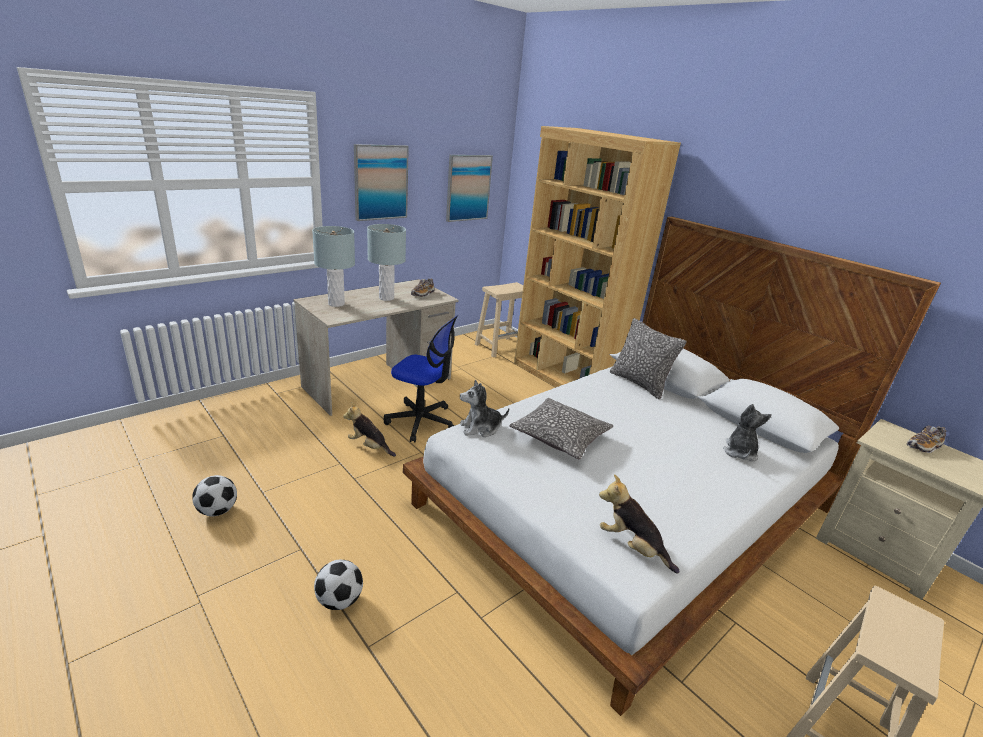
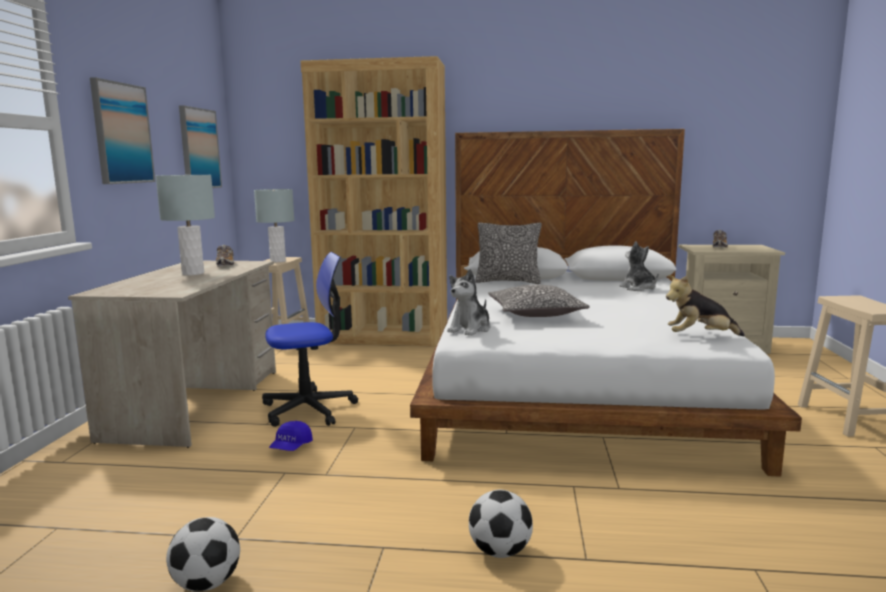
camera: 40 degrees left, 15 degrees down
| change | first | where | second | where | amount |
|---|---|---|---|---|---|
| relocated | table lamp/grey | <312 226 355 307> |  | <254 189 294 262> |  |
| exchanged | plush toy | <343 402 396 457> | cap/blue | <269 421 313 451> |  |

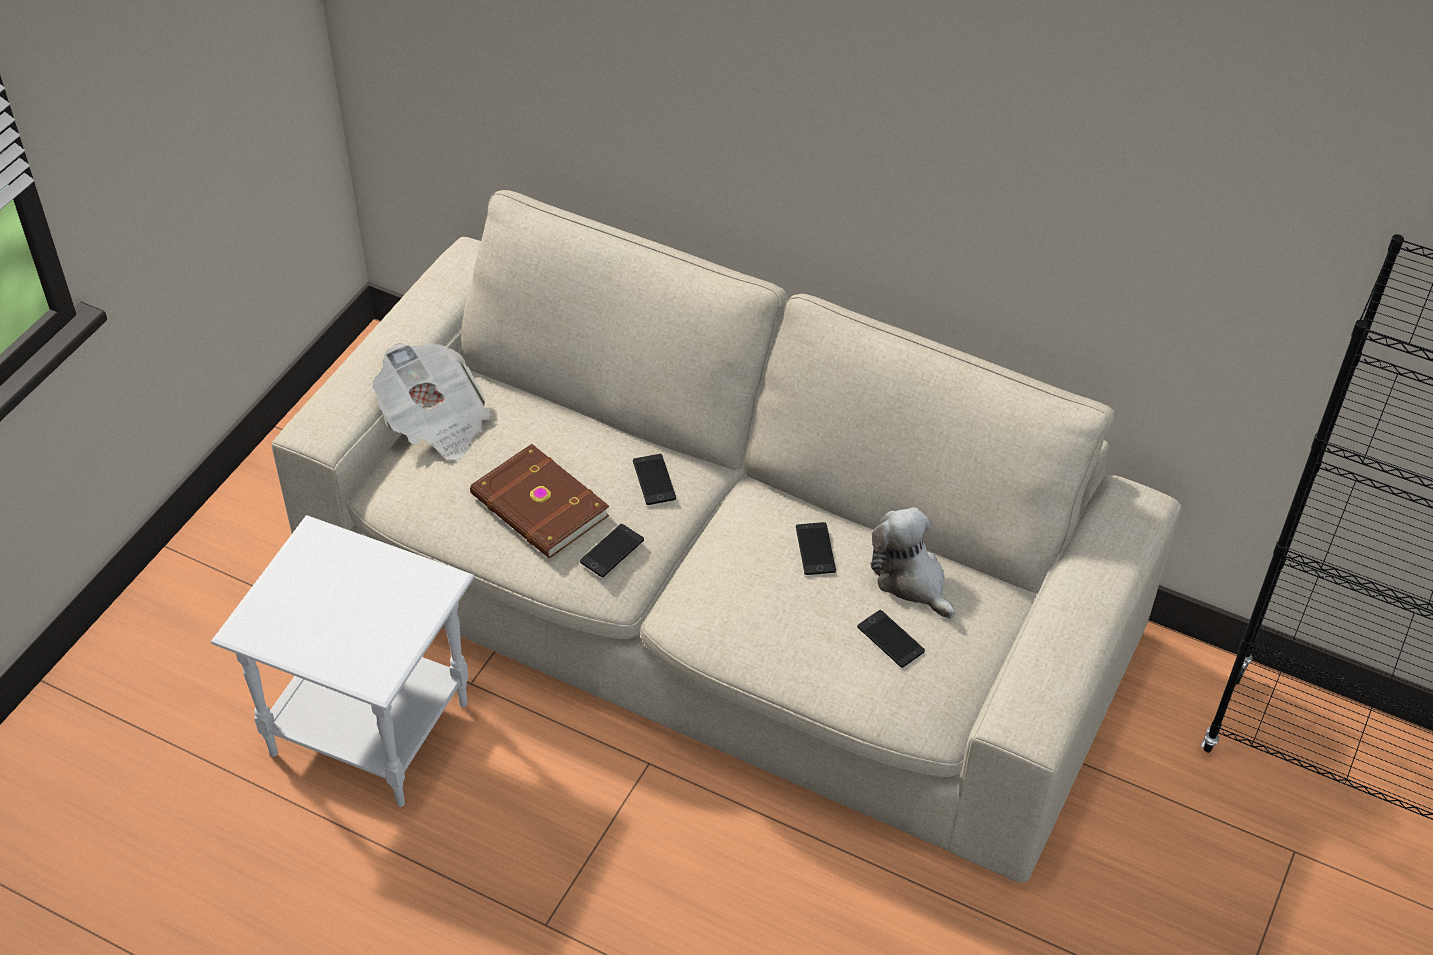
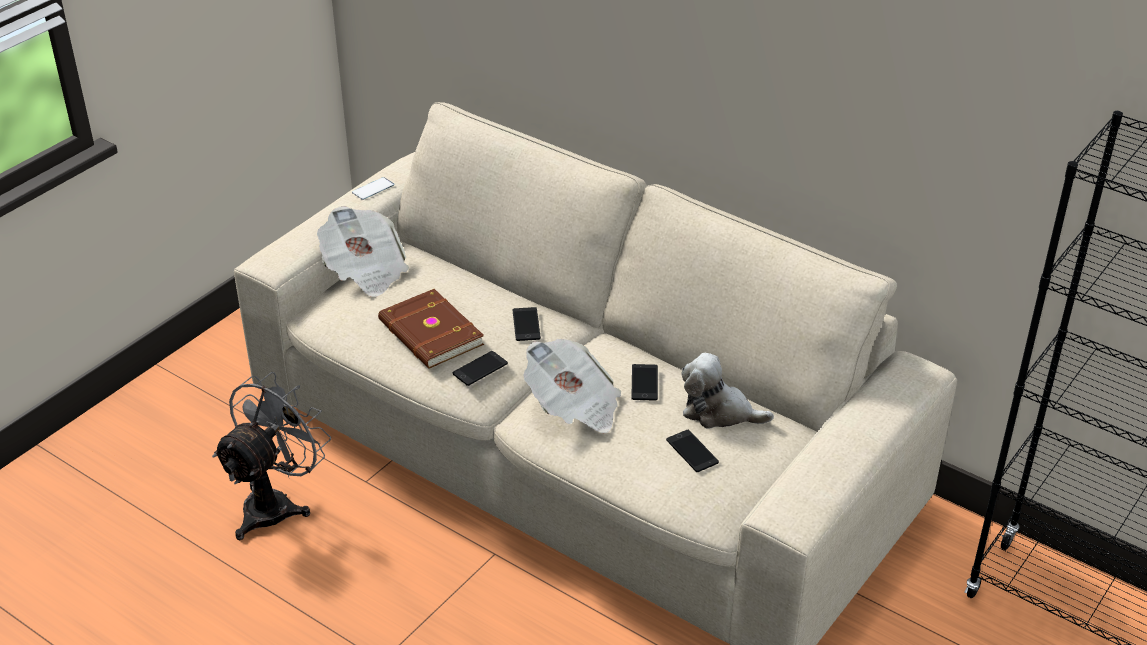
camera: 10 degrees right, 10 degrees down
| change | first | where | second | where | amount |
|---|---|---|---|---|---|
| exchanged | side table/white | <211 515 474 807> | fan/grey | <212 372 331 540> |  |
| spun | plush toy | <870 507 955 618> |  | <682 353 774 429> | 45 degrees counterclockwise |
| appeared |  |  | phone | <352 177 394 200> |  |
| appeared |  |  | newspaper | <523 339 621 433> |  |

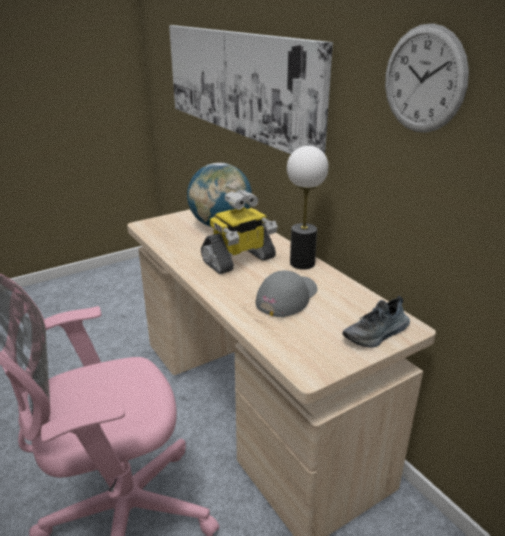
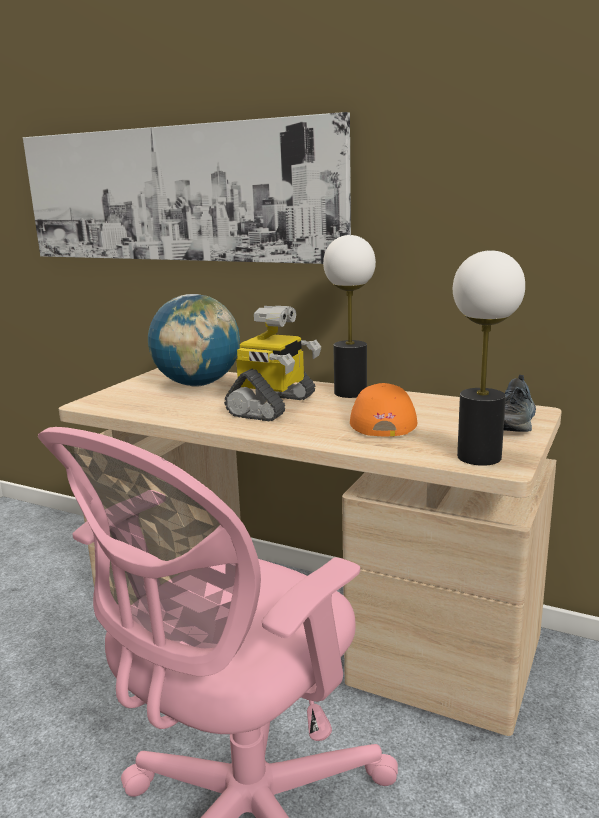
camera: 30 degrees left, 10 degrees down
| change | first | where | second | where | amount |
|---|---|---|---|---|---|
| colour | cap/grey | <256 270 317 317> | cap/orange | <350 383 417 437> |  |
| missing | wall clock | <385 23 469 133> |  |  |  |
| appeared |  |  | table lamp | <453 250 525 466> |  |

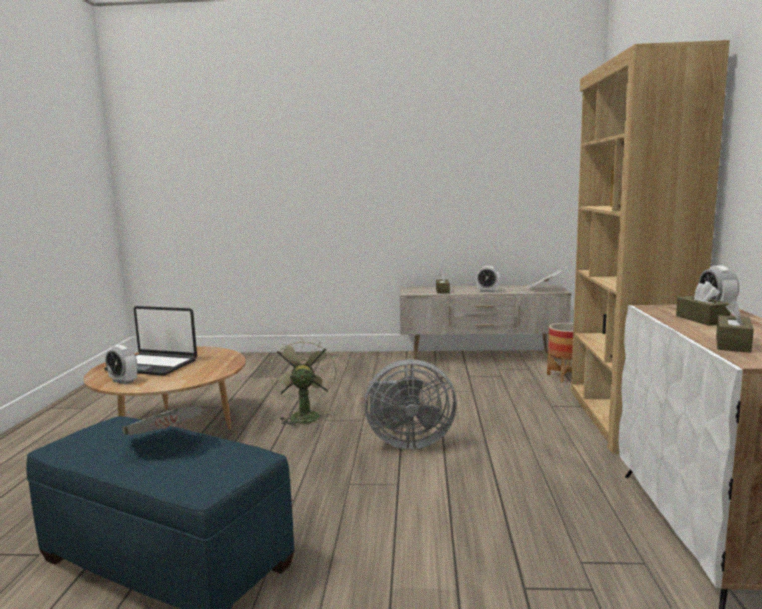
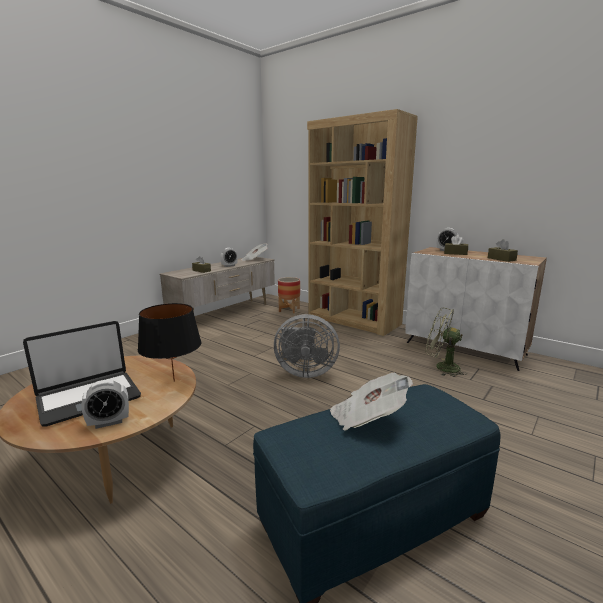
camera: 55 degrees left, 5 degrees up
| change | first | where | second | where | amount |
|---|---|---|---|---|---|
| relocated | fan/green | <269 337 336 428> |  | <426 307 467 377> |  |
| spun | fan/grey | <364 359 457 450> |  | <274 314 340 378> | 60 degrees clockwise |
| appeared |  |  | table lamp/black | <138 303 201 382> |  |

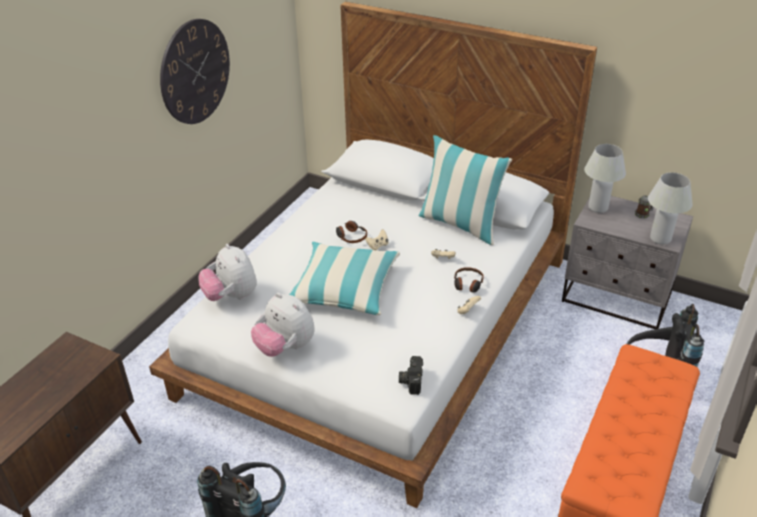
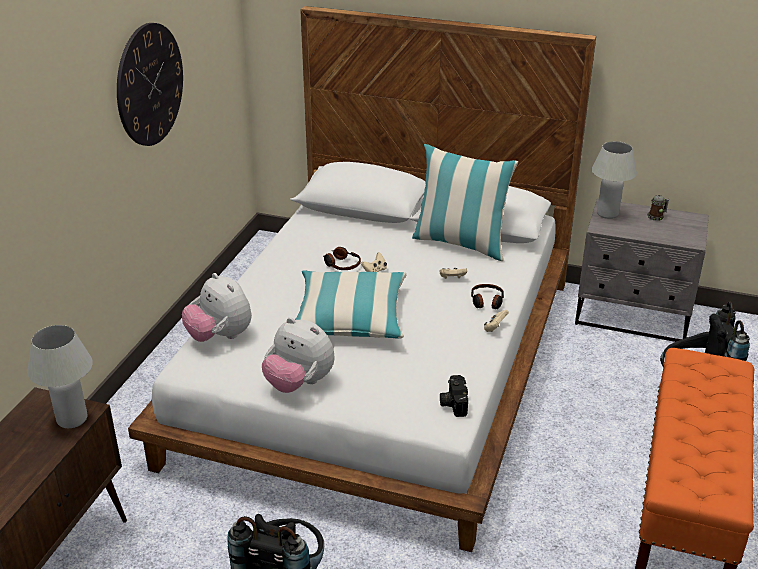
camera: 10 degrees left, 5 degrees down
| change | first | where | second | where | amount |
|---|---|---|---|---|---|
| relocated | table lamp/white | <648 172 693 245> |  | <27 325 93 428> |  |

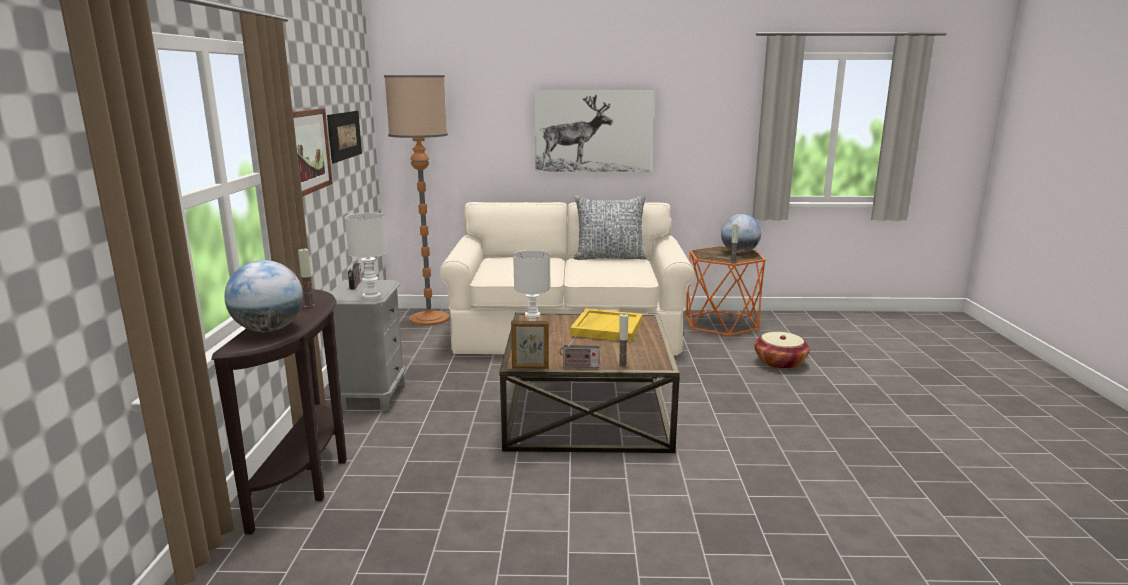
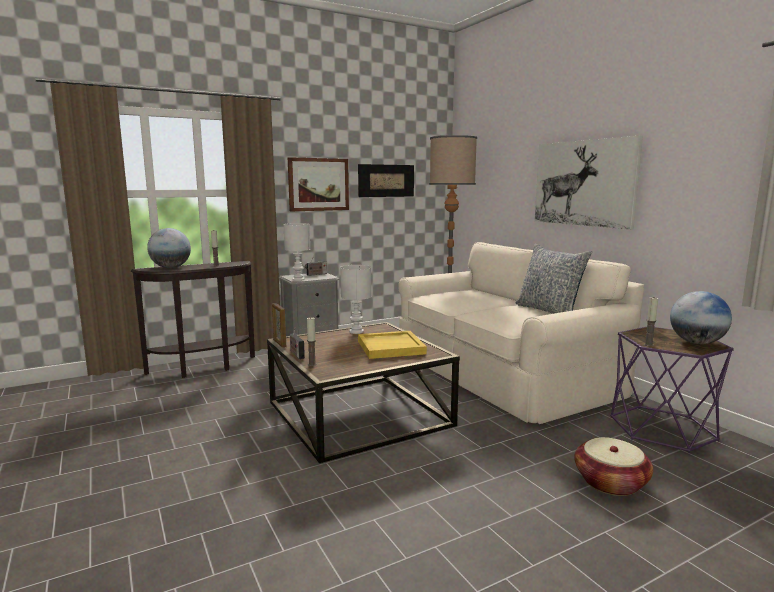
camera: 60 degrees right, 5 degrees down
| change | first | where | second | where | amount |
|---|---|---|---|---|---|
| colour | side table/orange | <686 246 766 337> | side table/purple | <610 327 734 453> |  |

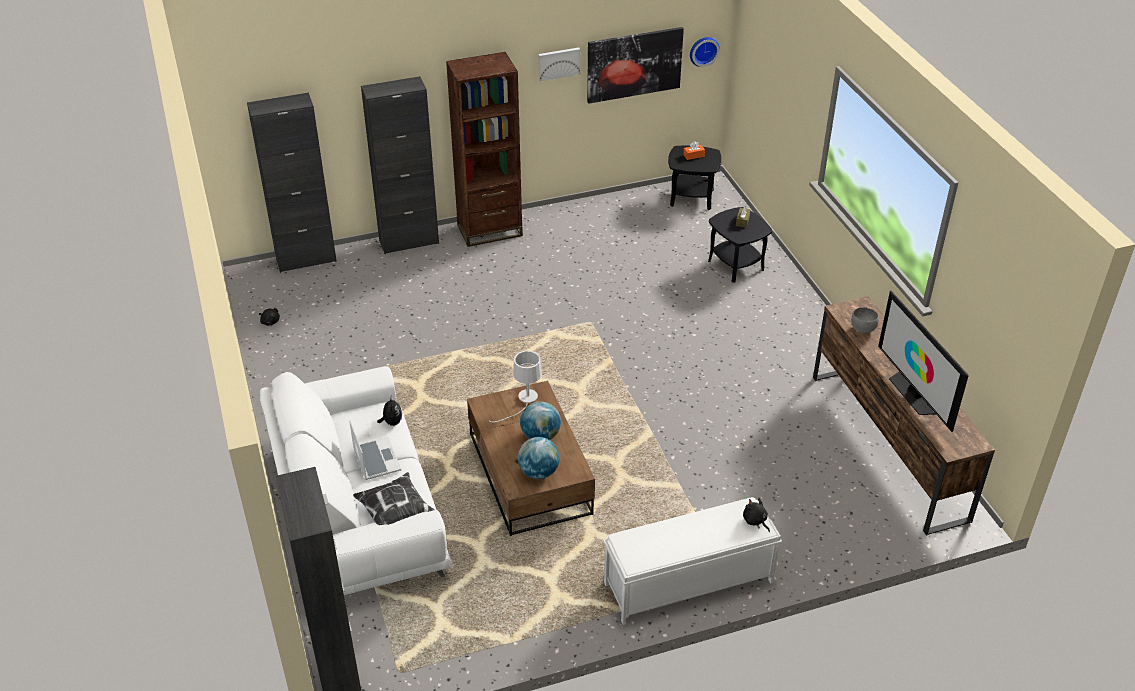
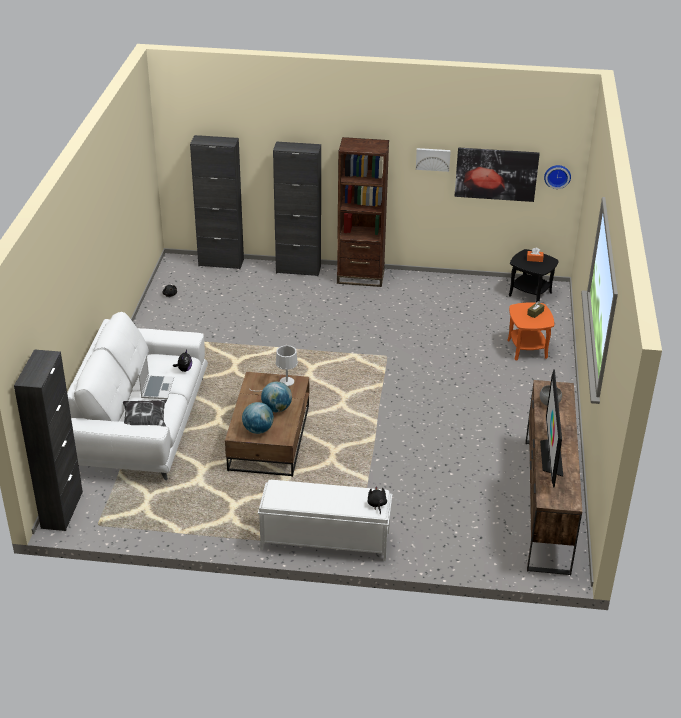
camera: 25 degrees right, 5 degrees down
| change | first | where | second | where | amount |
|---|---|---|---|---|---|
| colour | side table/black | <708 207 772 283> | side table/orange | <507 302 554 360> |  |

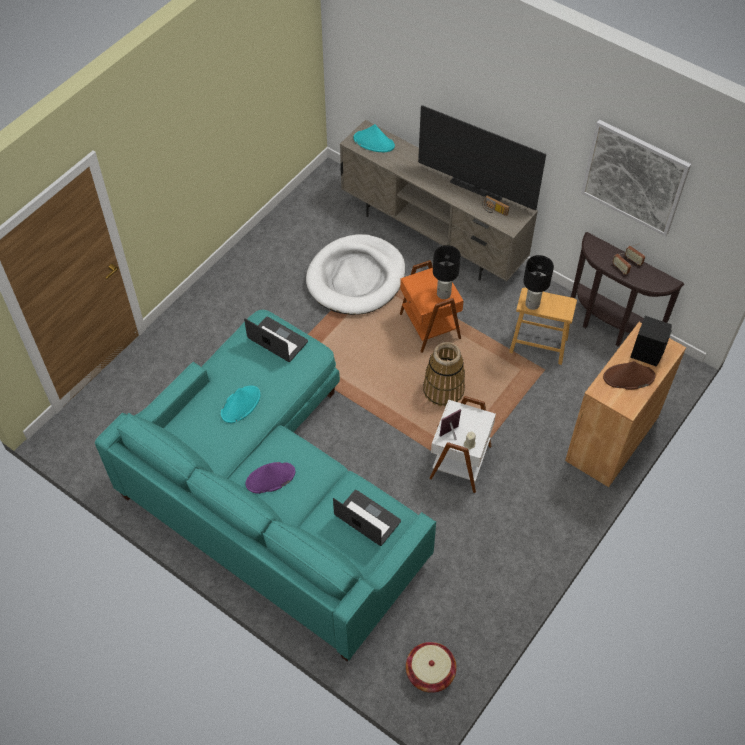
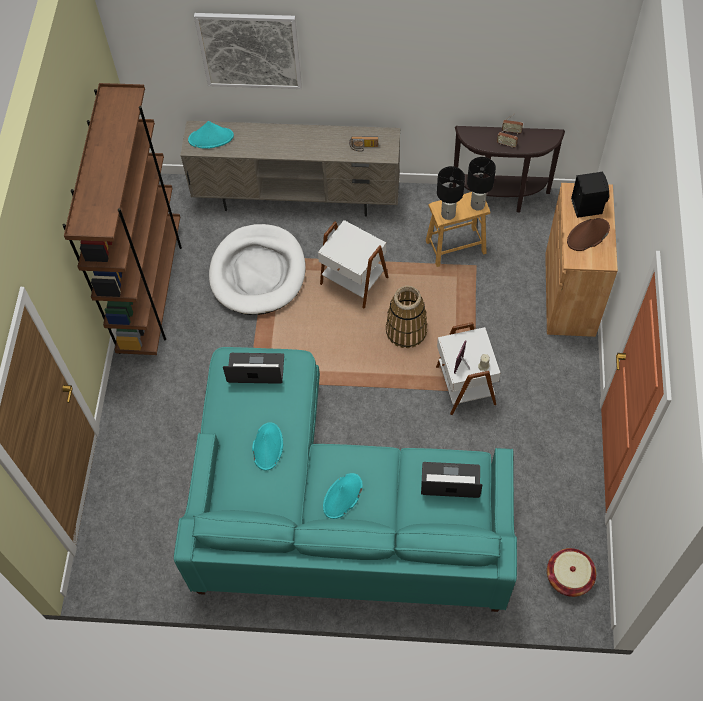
camera: 30 degrees left, 5 degrees up
| change | first | where | second | where | amount |
|---|---|---|---|---|---|
| colour | hat/purple | <246 462 295 494> | hat/turquoise | <323 473 363 519> |  |
| colour | side table/orange | <400 260 464 353> | side table/white | <318 220 388 308> |  |
| missing | television | <418 105 546 210> |  |  |  |
| relocated | table lamp/black | <433 245 461 299> |  | <467 157 496 211> |  |
| relocated | picture | <581 120 691 237> |  | <194 13 302 89> |  |
| appeared |  |  | bookcase/brown | <63 83 182 355> |  |

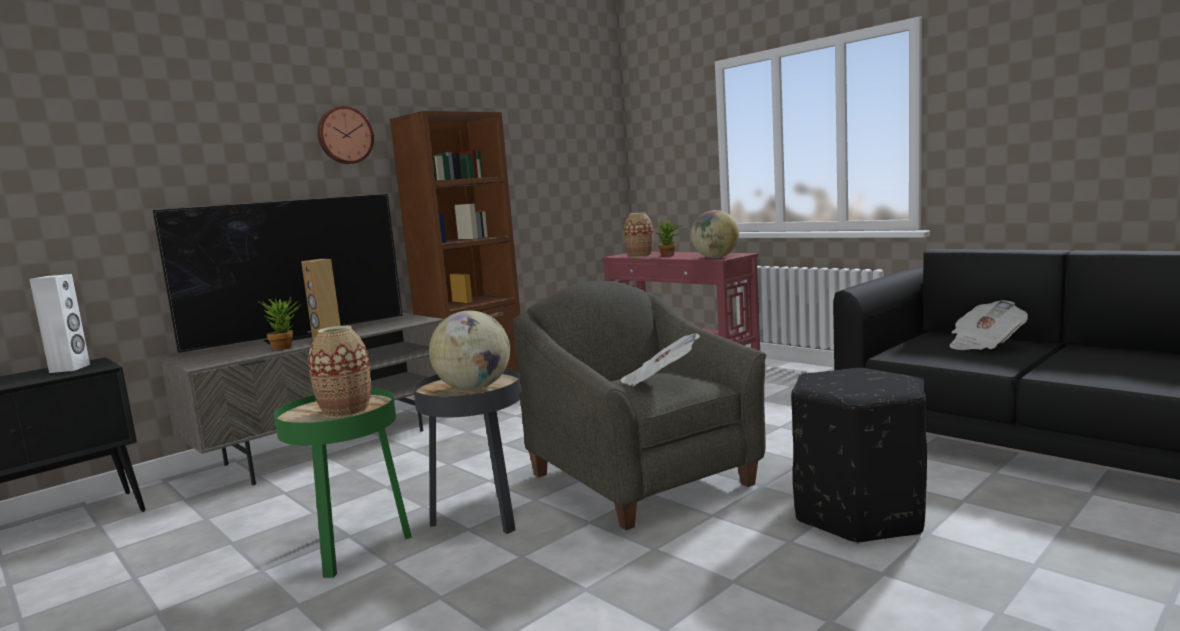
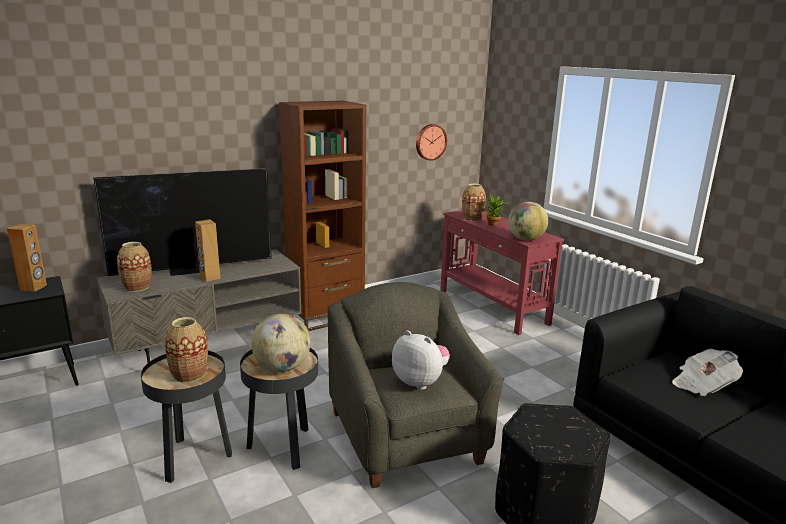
camera: 10 degrees right, 10 degrees up
| change | first | where | second | where | amount |
|---|---|---|---|---|---|
| colour | speaker/white | <29 274 90 373> | speaker/brown | <7 224 47 292> |  |
| missing | potted plant | <259 297 302 350> |  |  |  |
| colour | side table/green | <274 388 412 578> | side table/black | <141 351 232 483> |  |
| relocated | wall clock | <317 106 374 164> |  | <416 124 447 161> |  |
| exchanged | newspaper | <620 333 700 386> | plush toy | <392 330 450 390> |  |
| appeared |  |  | vase | <117 242 152 292> |  |

